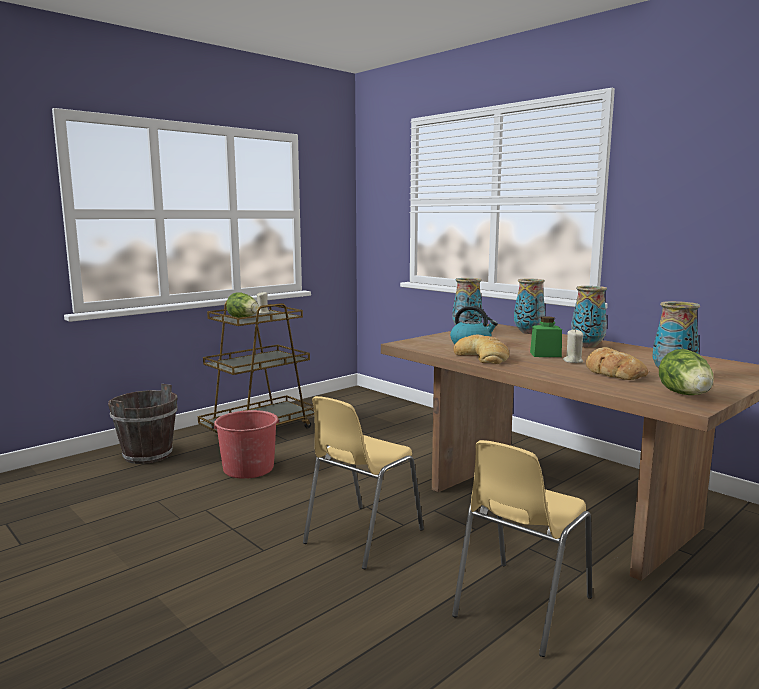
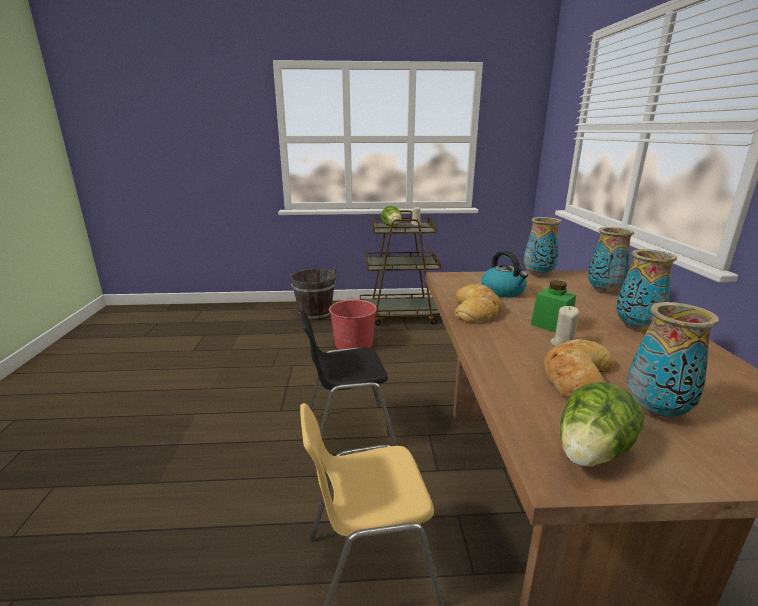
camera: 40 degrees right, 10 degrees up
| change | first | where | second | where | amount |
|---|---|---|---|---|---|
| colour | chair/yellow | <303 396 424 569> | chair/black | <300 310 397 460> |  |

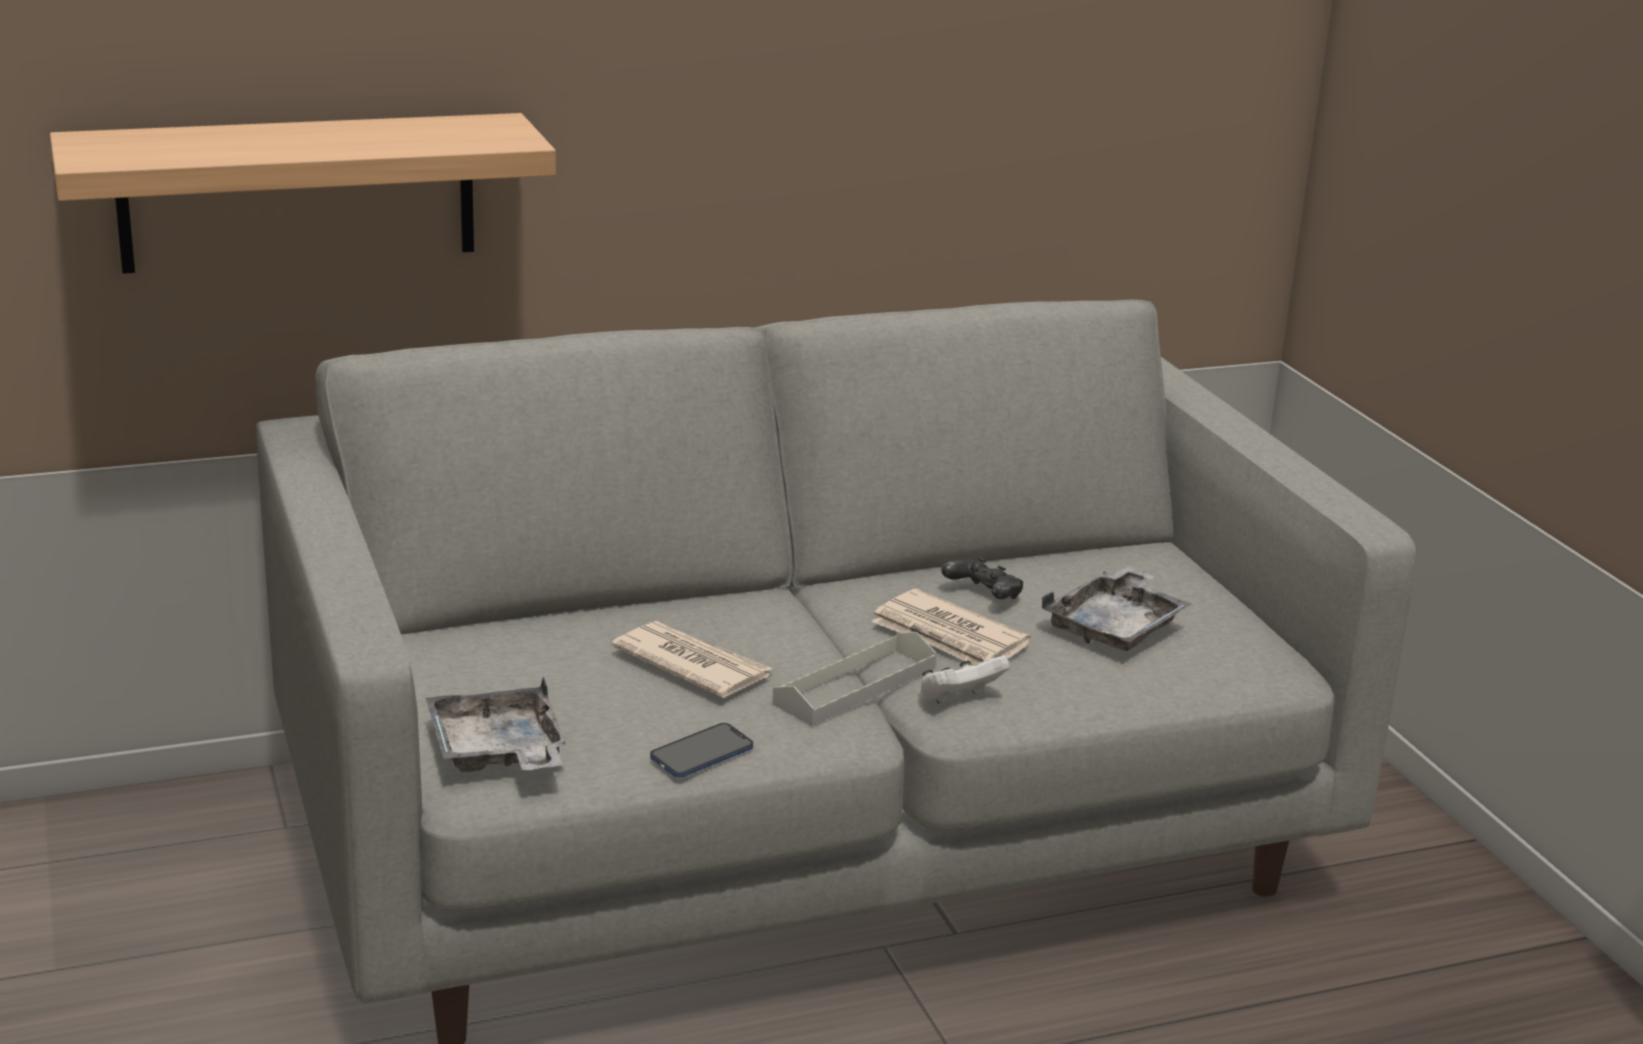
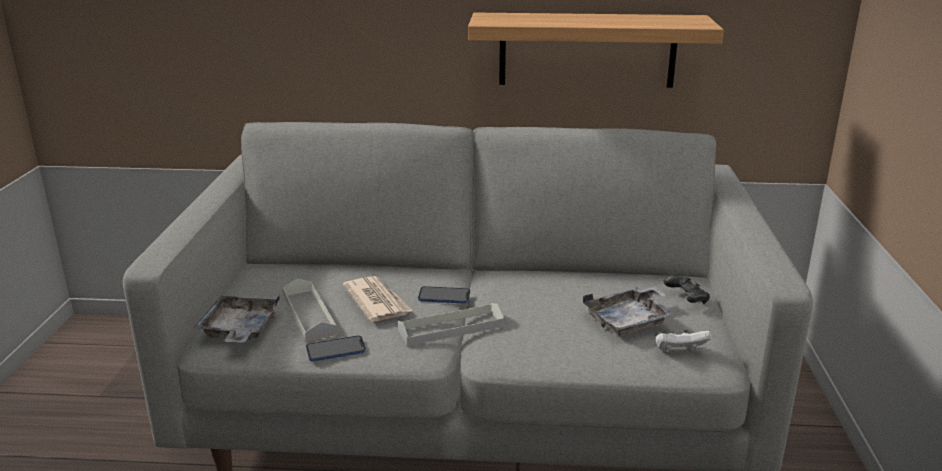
camera: 25 degrees right, 0 degrees up
| change | first | where | second | where | amount |
|---|---|---|---|---|---|
| relocated | shelf | <50 113 556 274> |  | <468 13 724 88> |  |
| missing | newspaper | <872 589 1031 665> |  |  |  |
| relocated | game controller/white | <920 656 1010 703> |  | <656 330 711 352> |  |
| relocated | game controller/black | <941 558 1023 599> |  | <663 276 710 304> |  |
| appeared |  |  | tray/grey | <283 278 338 342> |  |
| appeared |  |  | phone | <418 286 470 304> |  |

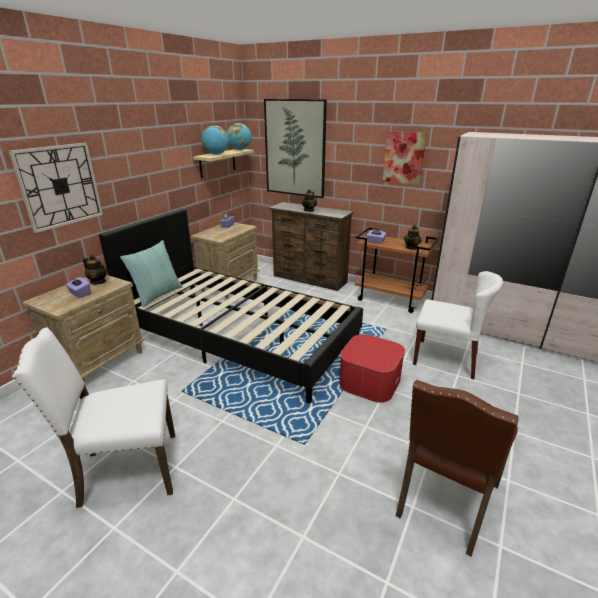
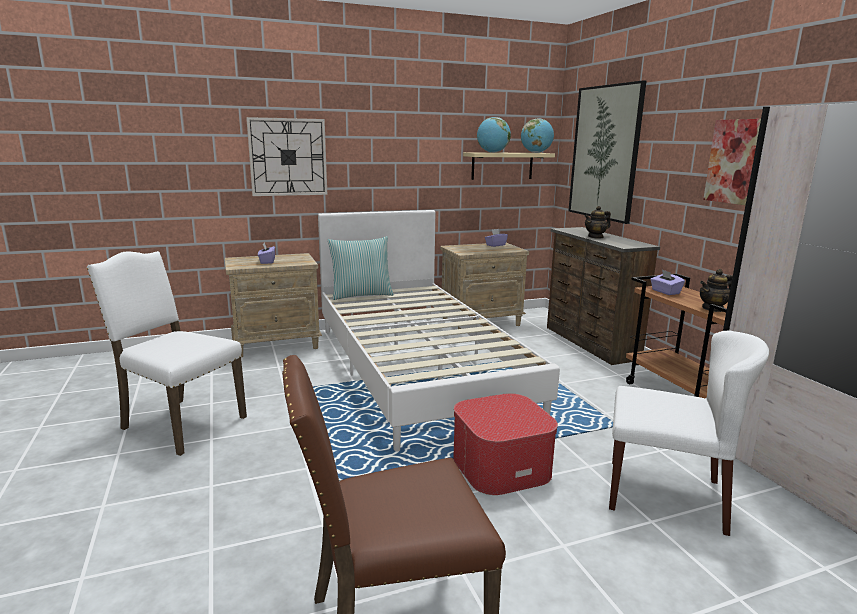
camera: 40 degrees right, 10 degrees down
| change | first | where | second | where | amount |
|---|---|---|---|---|---|
| missing | teapot | <83 255 107 284> |  |  |  |
| colour | bed/black | <99 209 363 403> | bed/white | <318 210 560 452> |  |
| spun | chair/white | <413 271 503 379> |  | <609 330 769 536> | 45 degrees counterclockwise |

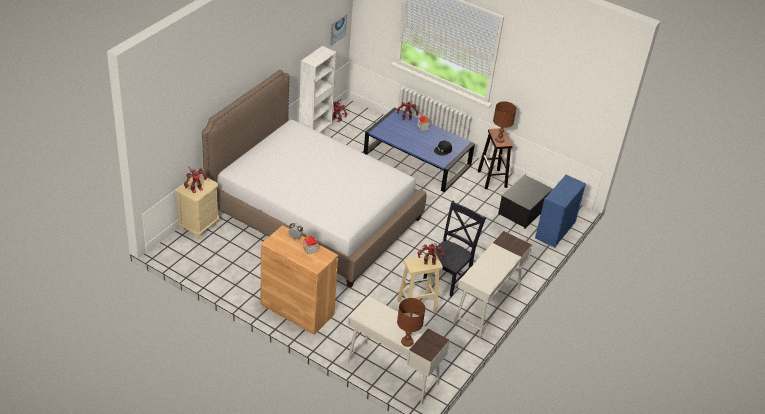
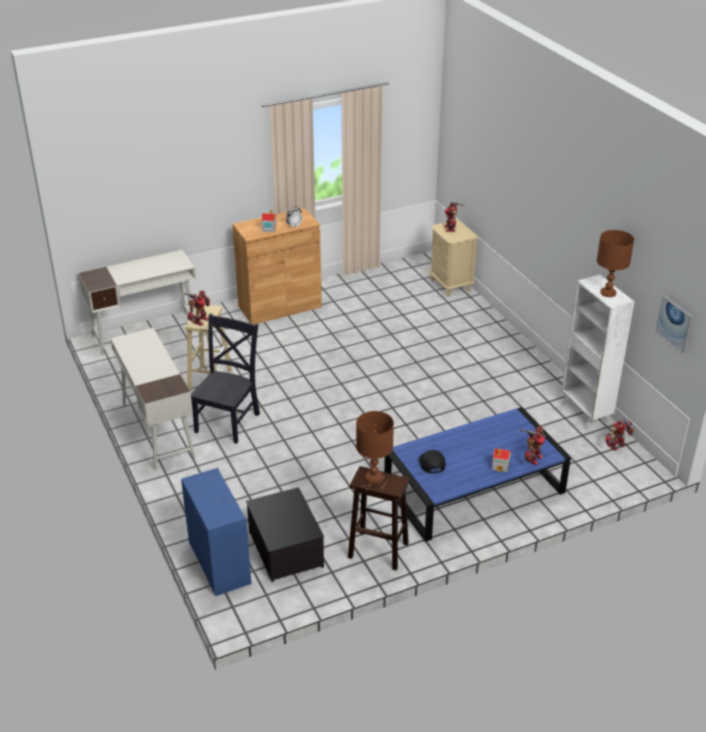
camera: 125 degrees right, 5 degrees down
| change | first | where | second | where | amount |
|---|---|---|---|---|---|
| missing | bed | <202 70 427 288> |  |  |  |
| relocated | table lamp/brown | <397 298 425 347> |  | <597 230 634 297> |  |
| spun | chair/black | <423 200 486 297> |  | <191 313 260 444> | 135 degrees counterclockwise |

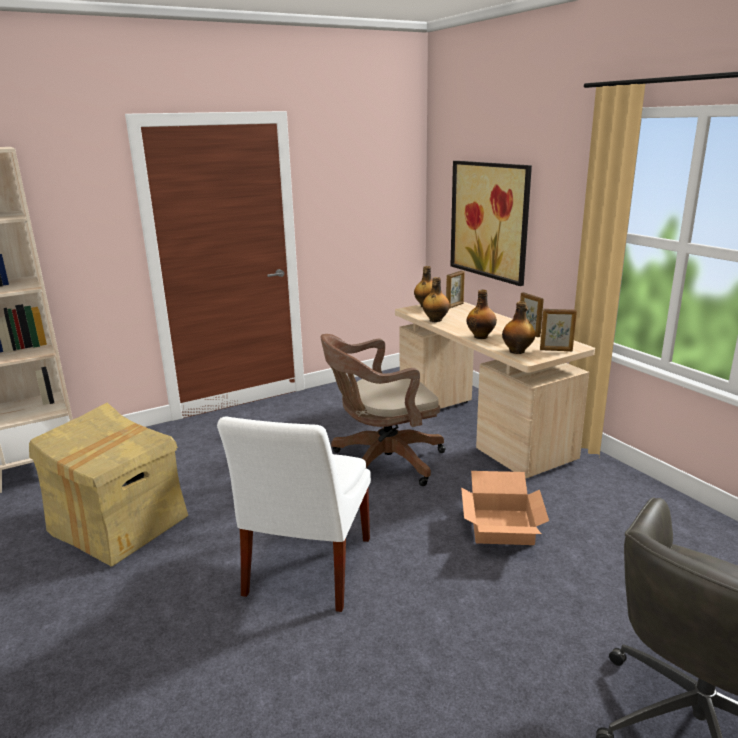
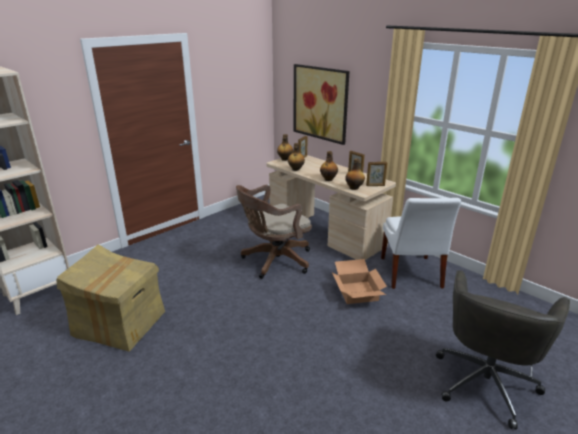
camera: 15 degrees left, 5 degrees up
| change | first | where | second | where | amount |
|---|---|---|---|---|---|
| relocated | chair/white | <217 417 371 612> |  | <381 198 461 289> |  |

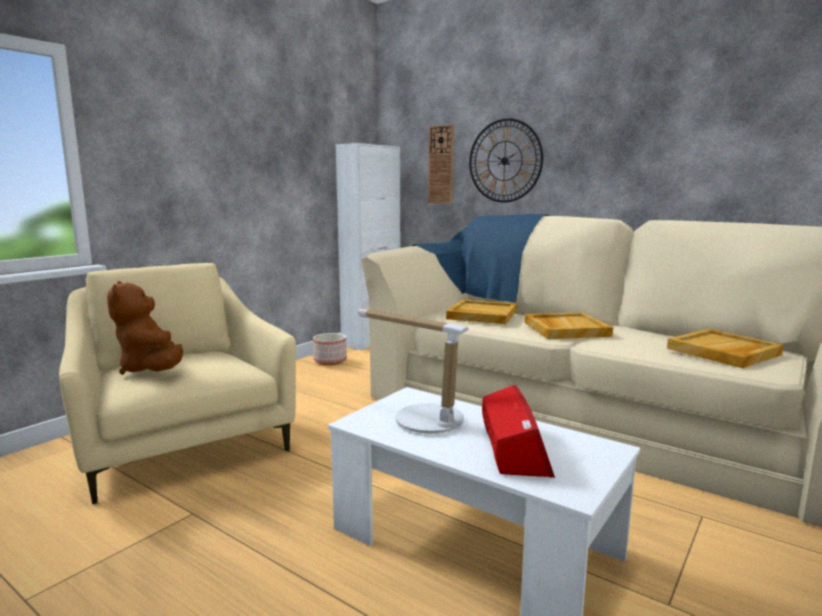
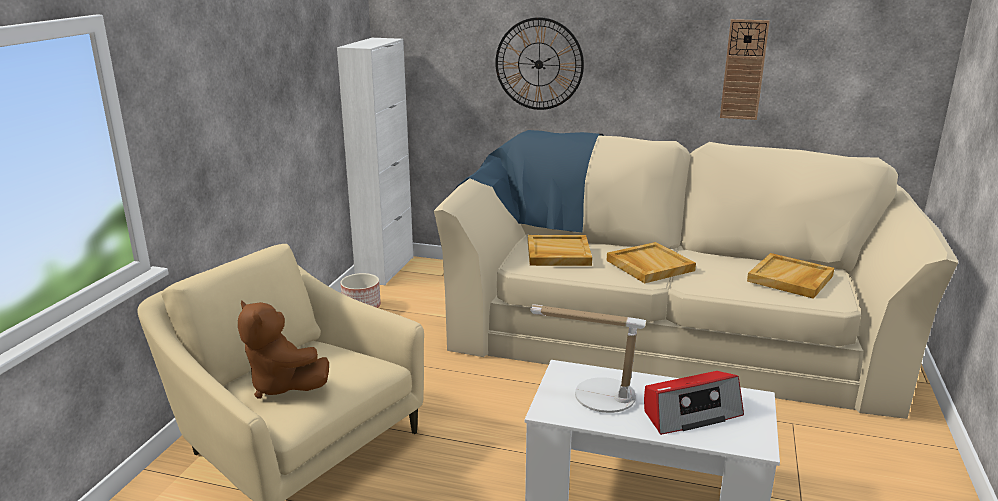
camera: 20 degrees left, 10 degrees up
| change | first | where | second | where | amount |
|---|---|---|---|---|---|
| relocated | wall clock | <428 124 454 204> |  | <720 19 770 120> |  |
| spun | radio | <482 385 555 478> |  | <644 371 744 435> | 90 degrees clockwise |

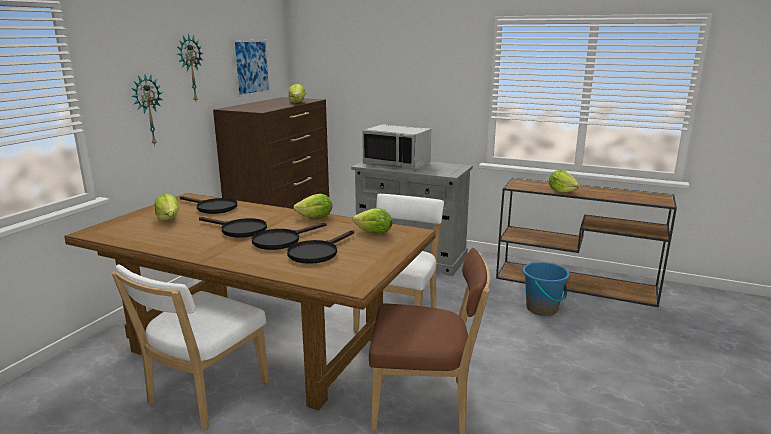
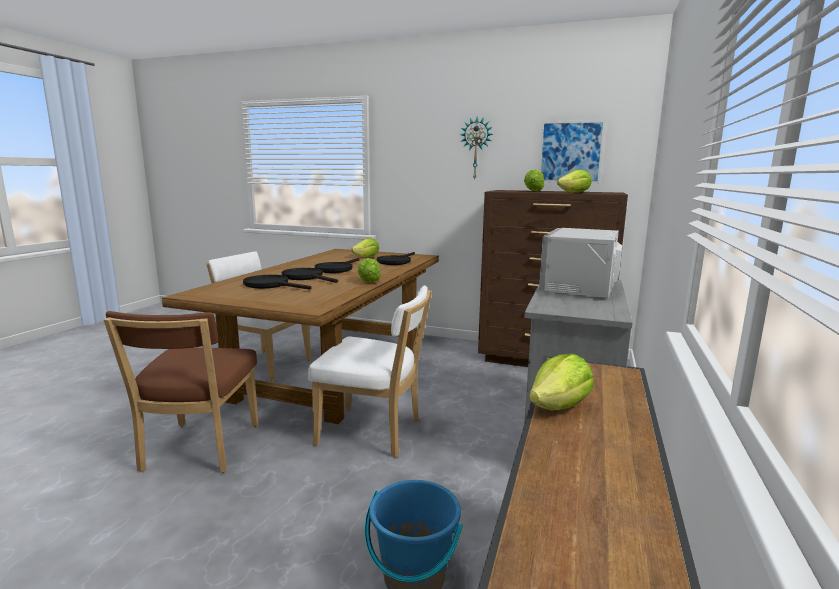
camera: 85 degrees right, 5 degrees down
| change | first | where | second | where | amount |
|---|---|---|---|---|---|
| missing | wall clock | <131 74 163 145> |  |  |  |
| relocated | lettuce | <353 208 392 234> |  | <524 170 544 191> |  |

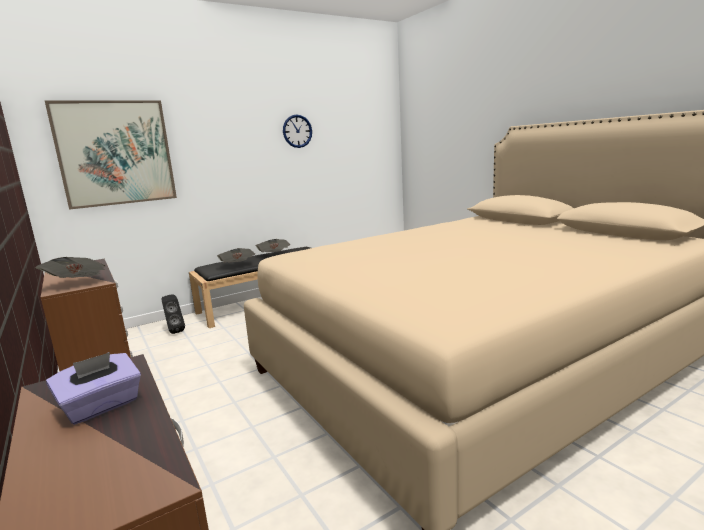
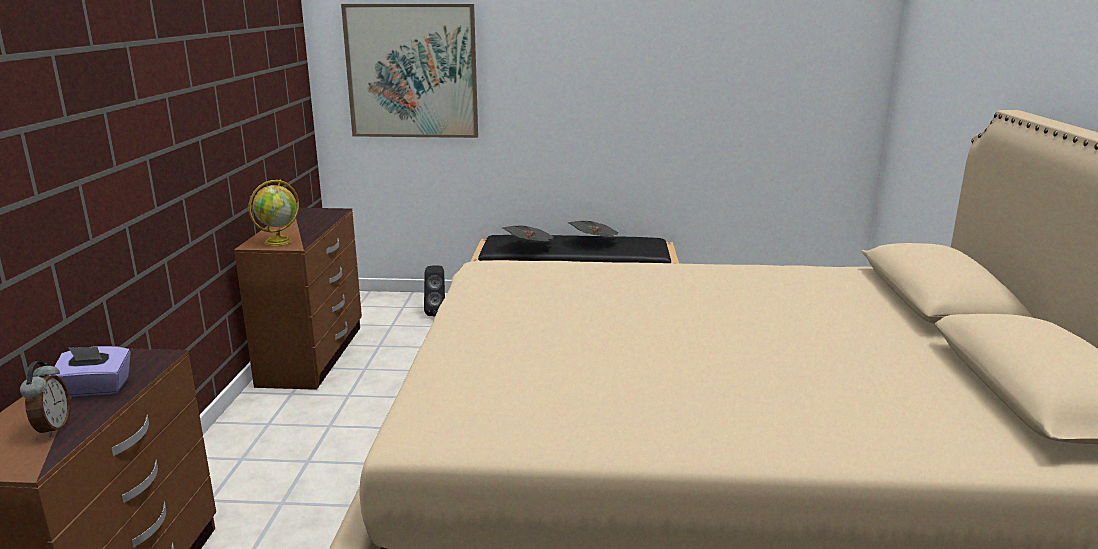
camera: 35 degrees right, 5 degrees up
| change | first | where | second | where | amount |
|---|---|---|---|---|---|
| exchanged | newspaper | <35 257 105 278> | globe | <249 180 299 246> |  |
| missing | wall clock | <283 114 312 148> |  |  |  |
| appeared |  |  | alarm clock | <20 361 71 437> |  |

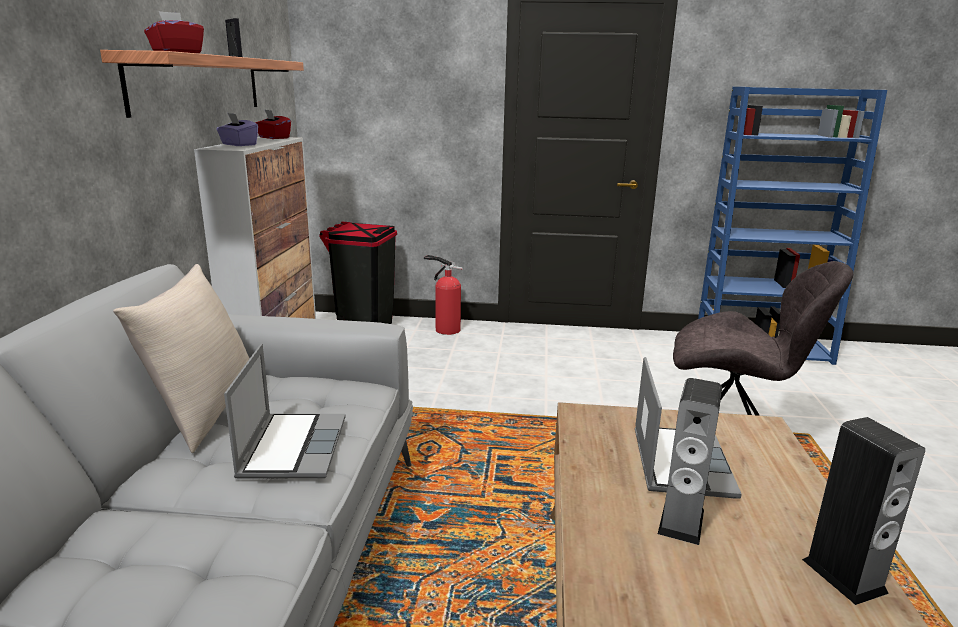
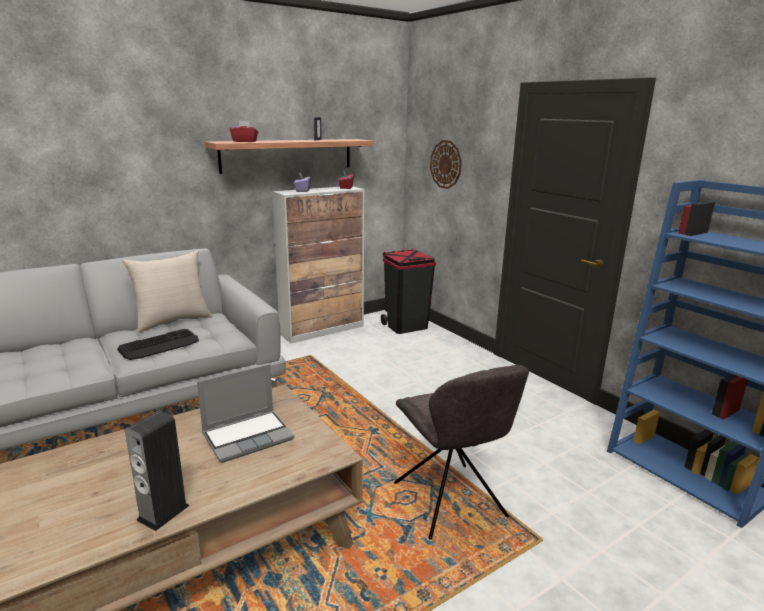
camera: 50 degrees right, 0 degrees up
| change | first | where | second | where | amount |
|---|---|---|---|---|---|
| exchanged | laptop | <224 344 346 479> | keyboard | <117 329 199 360> |  |
| missing | fire extinguisher | <424 255 463 335> |  |  |  |
| missing | speaker | <658 378 722 545> |  |  |  |
| appeared |  |  | wall clock | <430 140 462 189> |  |

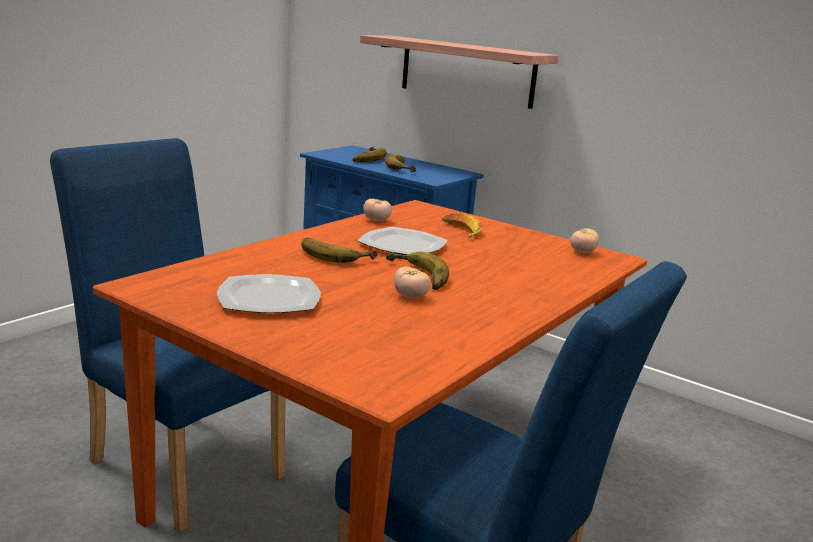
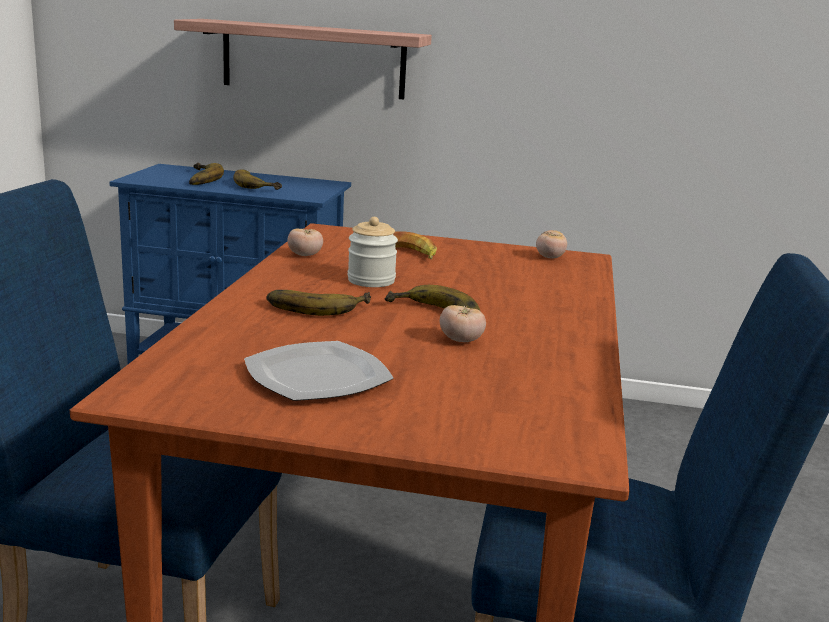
camera: 25 degrees left, 0 degrees up
| change | first | where | second | where | amount |
|---|---|---|---|---|---|
| exchanged | plate | <357 227 447 255> | jar | <348 217 398 287> |  |

